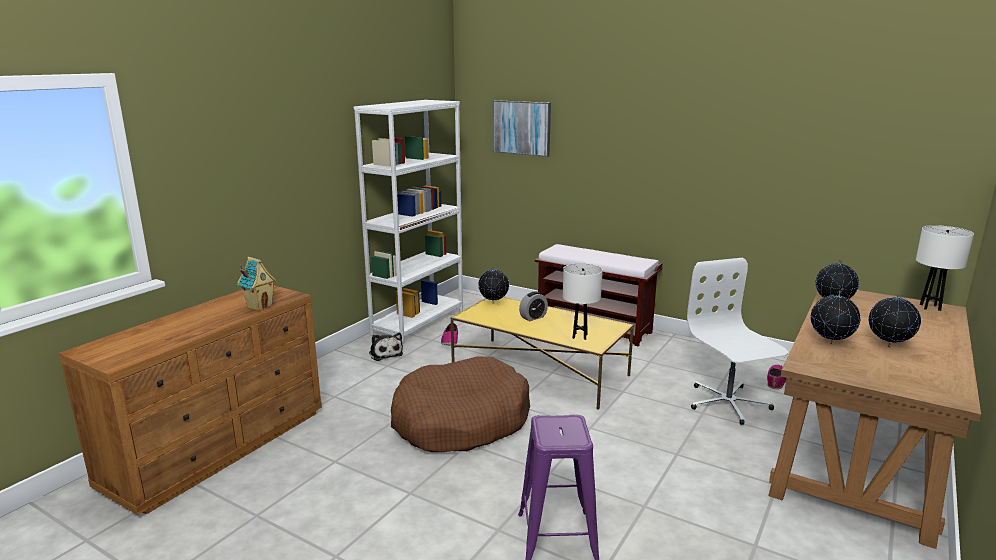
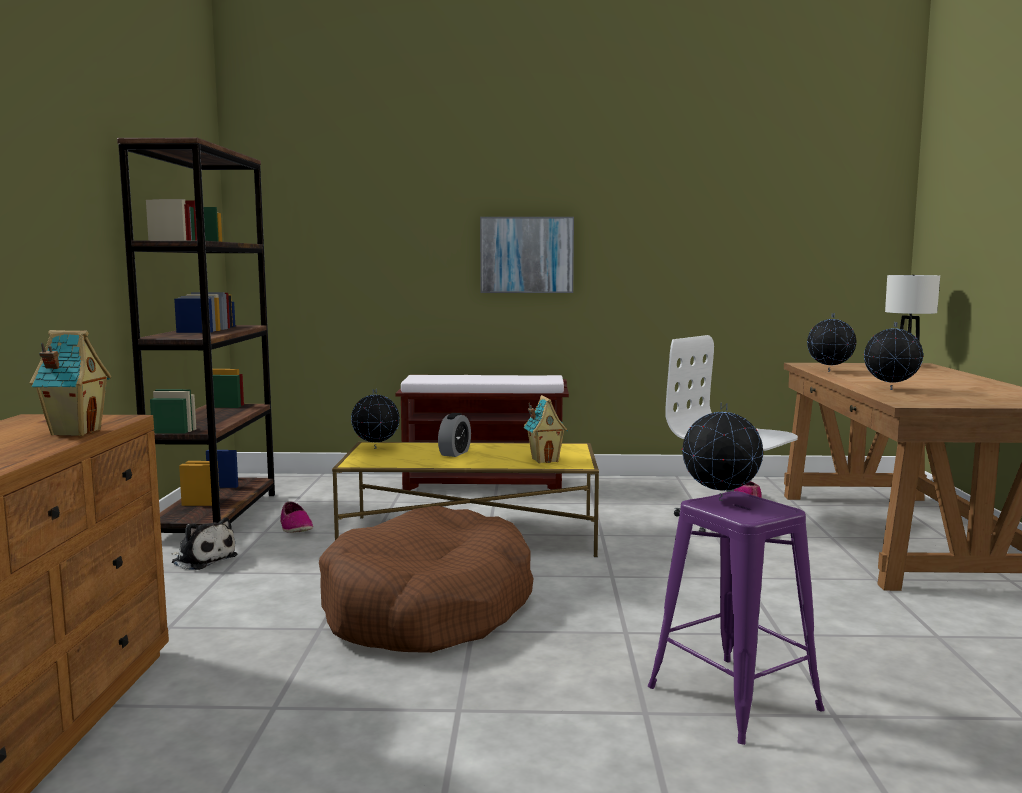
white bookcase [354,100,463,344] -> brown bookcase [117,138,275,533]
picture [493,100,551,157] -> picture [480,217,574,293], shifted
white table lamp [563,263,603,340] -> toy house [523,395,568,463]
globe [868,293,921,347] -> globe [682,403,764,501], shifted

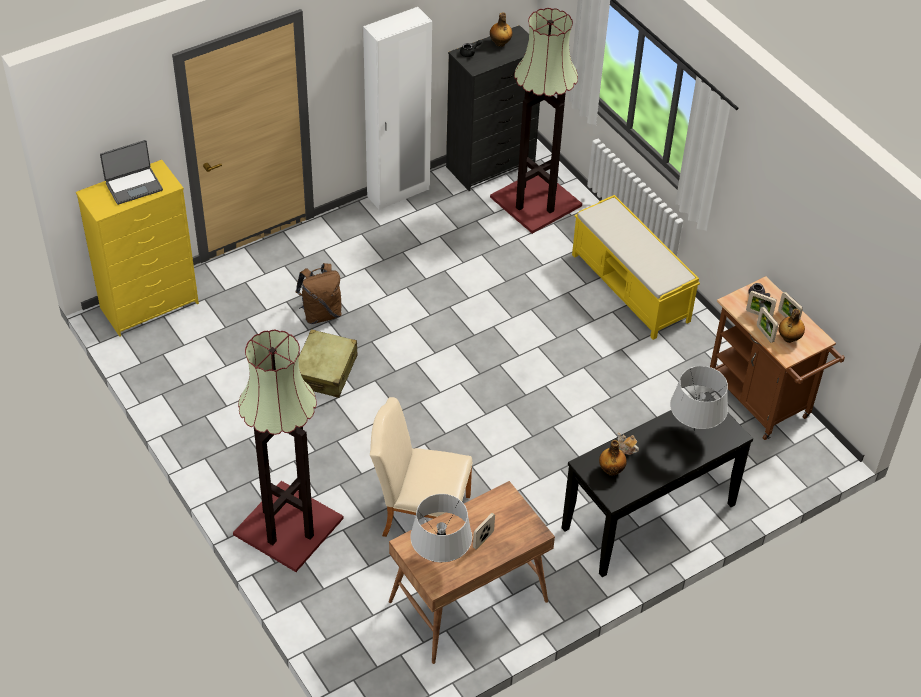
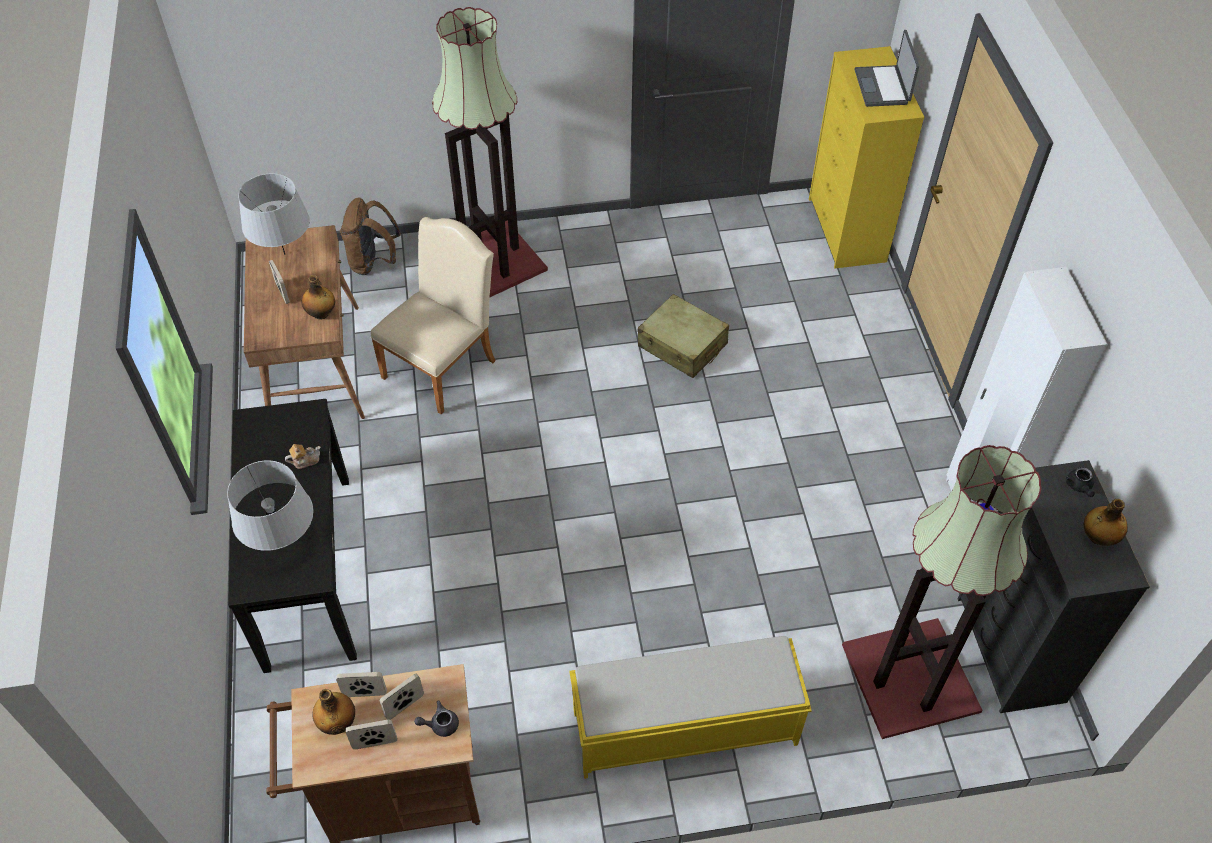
bottle [599,440,627,476] -> bottle [302,275,335,320], shifted
brown backpack [296,263,342,324] -> brown backpack [340,197,401,275], shifted

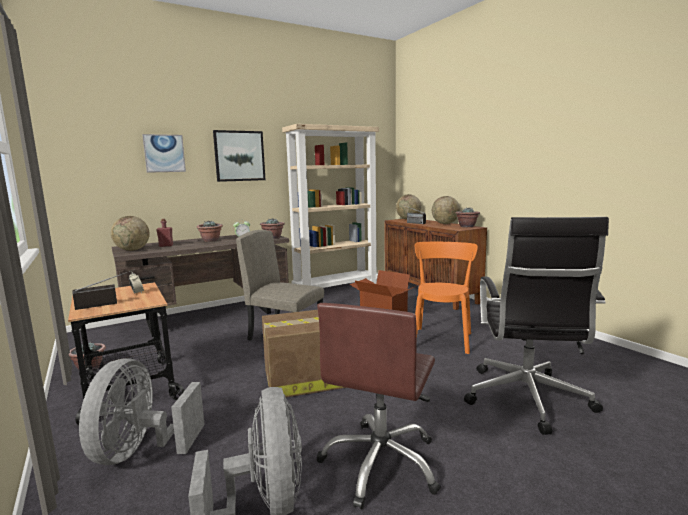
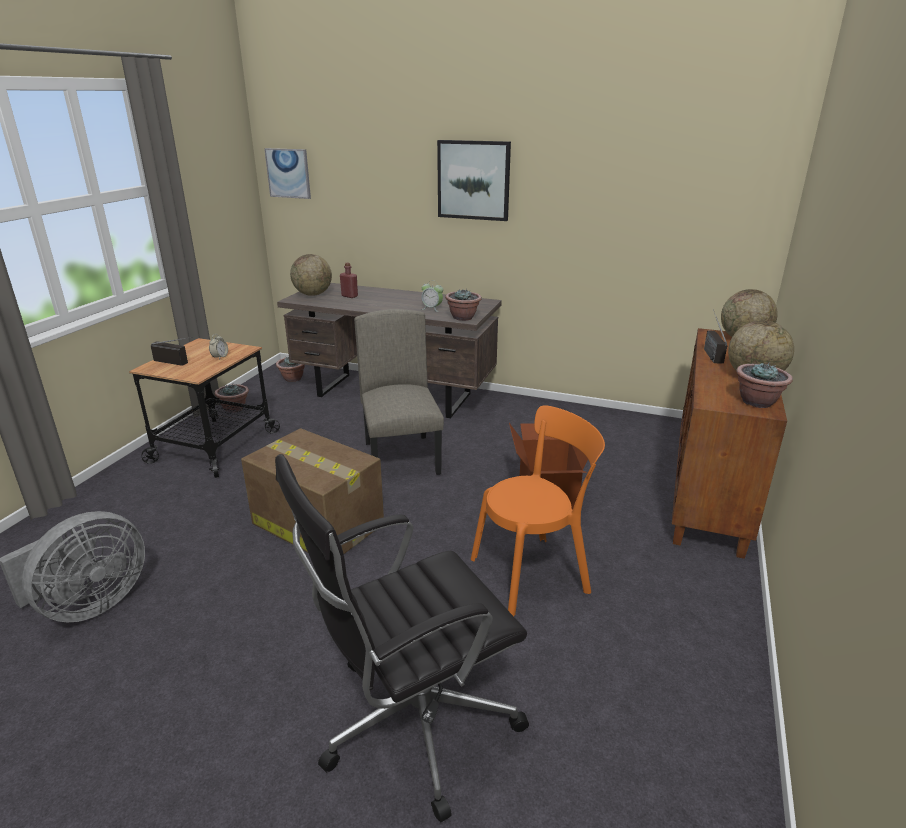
picture [142,134,186,173] -> picture [264,148,311,199], shifted
potted plant [197,221,223,242] -> potted plant [276,357,305,382], shifted
grey fan [79,358,205,465] -> none
beige bookcase [282,124,379,288] -> none
brown office chair [316,303,441,509] -> none

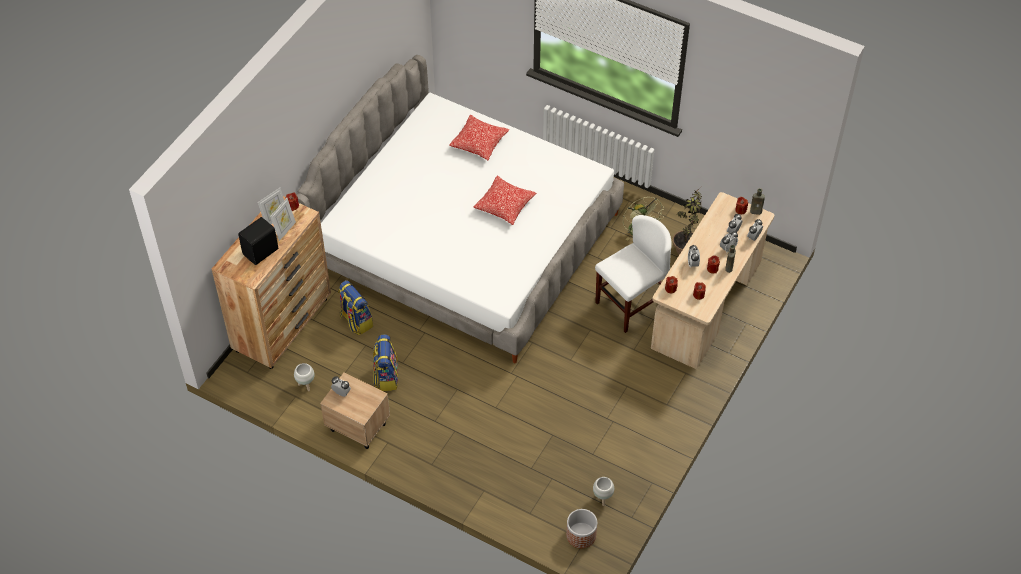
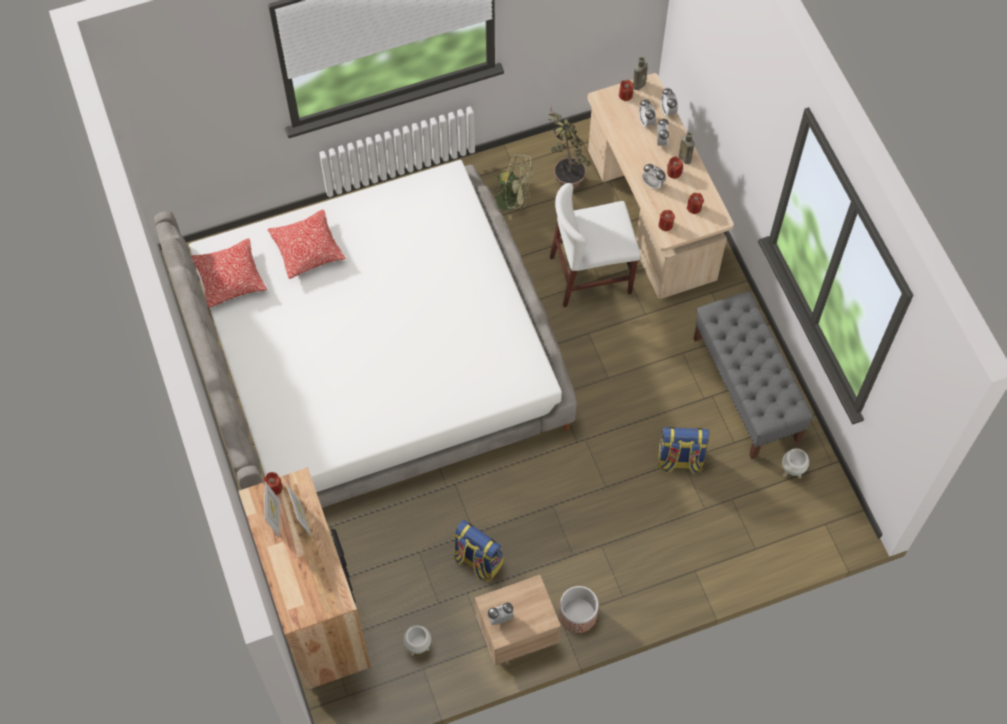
pillow [474,176,536,225] -> pillow [191,238,267,308], shifted
white chair [595,215,672,333] -> white chair [550,183,641,307], 105 degrees counterclockwise
planter [566,509,597,548] -> planter [559,586,599,633], shifted
backpack [338,280,373,335] -> backpack [658,427,710,474], shifted
none -> grey bench [693,291,813,460]
black speaker [238,217,278,265] -> none

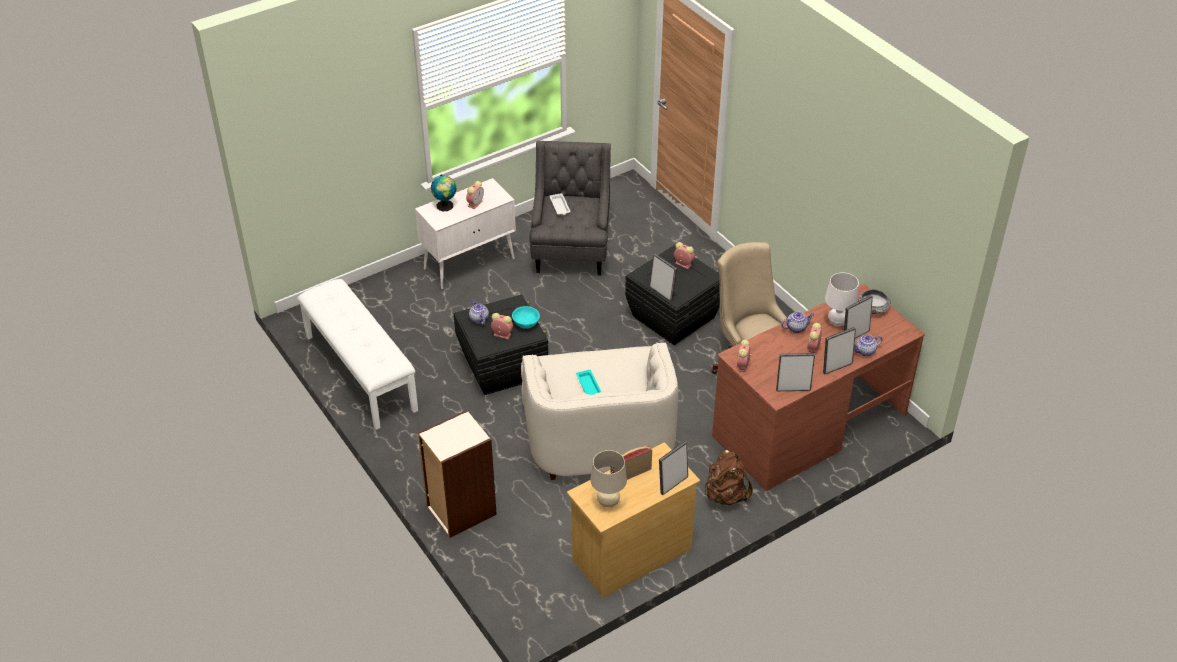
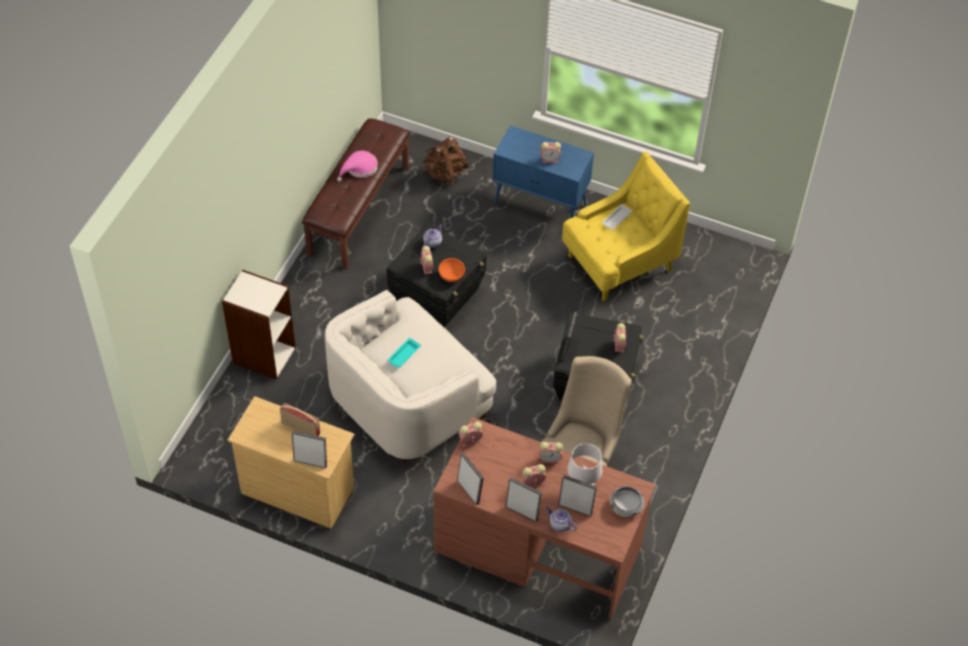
white bench [297,279,418,430] -> brown bench [302,118,410,269]
none -> pink hat [337,151,378,181]
brown backpack [705,450,753,505] -> brown backpack [423,137,469,187], shifted
turquoise bowl [512,306,540,329] -> orange bowl [438,258,465,282]
white cabinet [415,178,516,289] -> blue cabinet [493,125,594,218]
teapot [781,312,814,333] -> alarm clock [539,442,563,464]
grey armchair [529,141,611,276] -> yellow armchair [562,151,690,302]
globe [431,174,456,211] -> none
beige table lamp [590,450,627,507] -> none

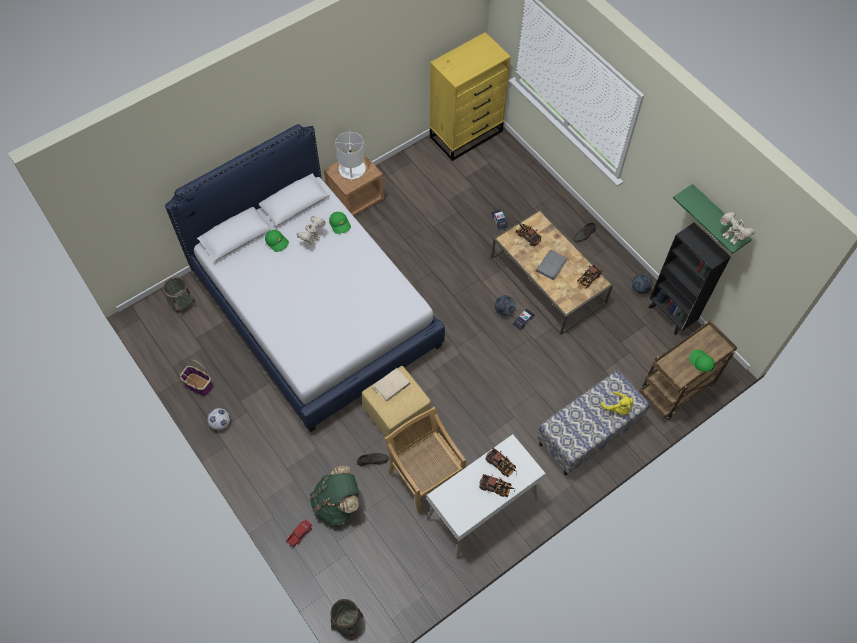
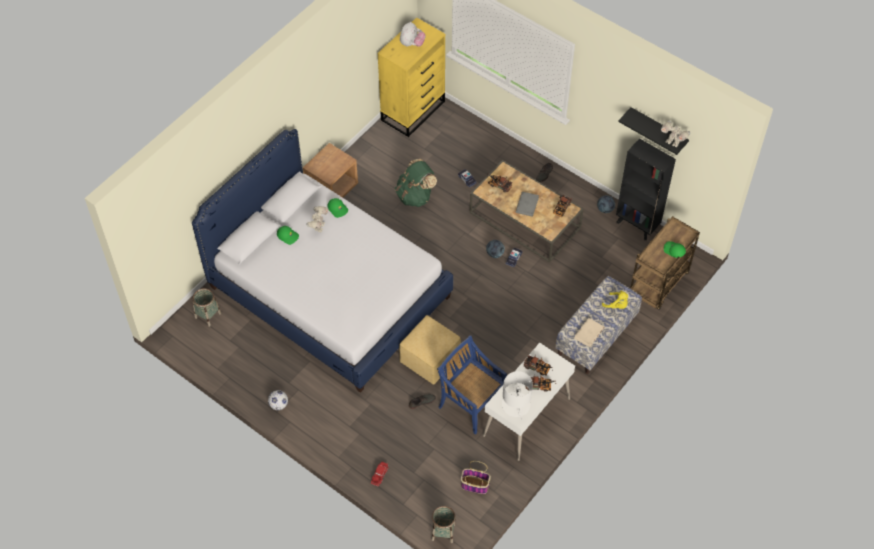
green backpack [310,466,359,526] -> green backpack [395,159,437,207], shifted
none -> plush toy [400,22,426,47]
beige chair [385,407,466,514] -> blue chair [437,335,507,435]
basket [179,359,213,396] -> basket [461,461,491,494], shifted
white table lamp [335,132,366,182] -> white table lamp [502,371,533,419], shifted
beige book [373,368,410,402] -> beige book [574,318,605,347], shifted
green shelf [673,184,752,254] -> black shelf [618,107,689,155]

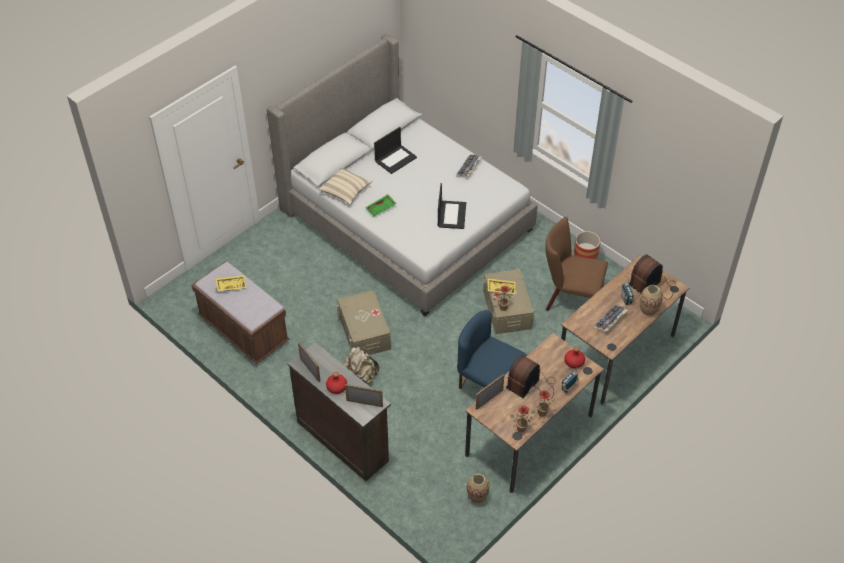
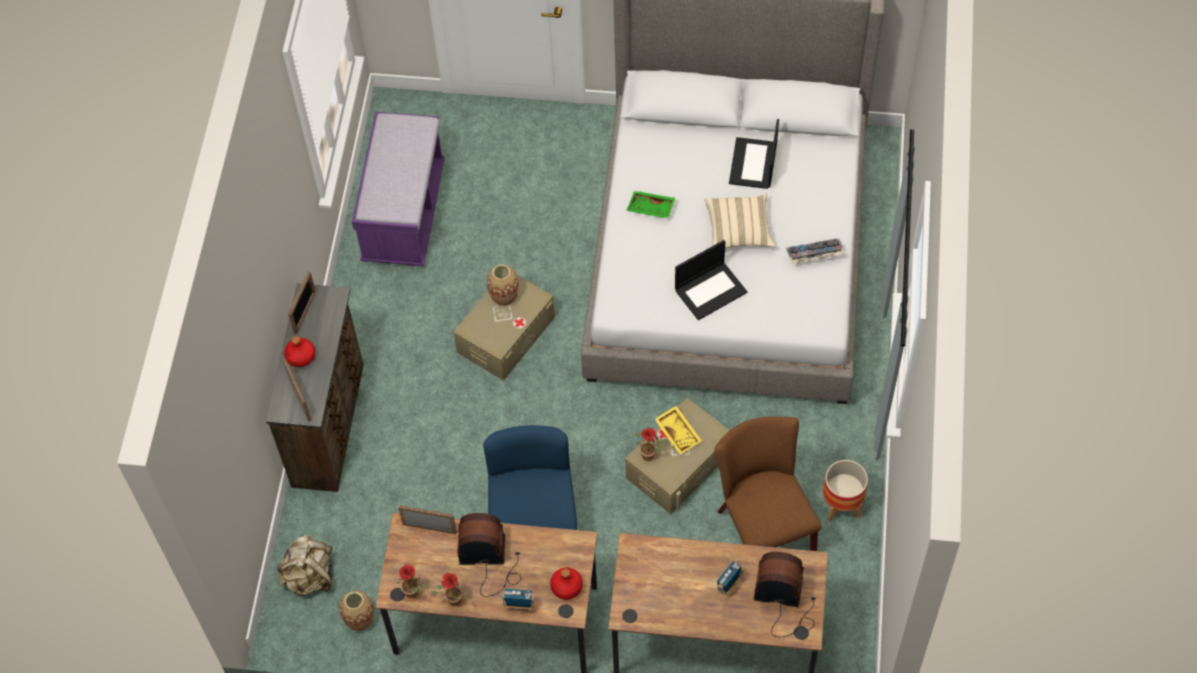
beige backpack [342,347,379,384] -> beige backpack [276,535,333,595], shifted
brown bench [192,261,289,364] -> purple bench [352,112,445,266]
vase [640,285,663,316] -> vase [487,264,519,306], shifted
beige pillow [318,167,373,205] -> beige pillow [705,194,775,248], shifted
laptop [374,127,417,174] -> laptop [729,119,779,189], 90 degrees clockwise
yellow tray [215,275,247,291] -> none
keyboard [593,305,628,332] -> none

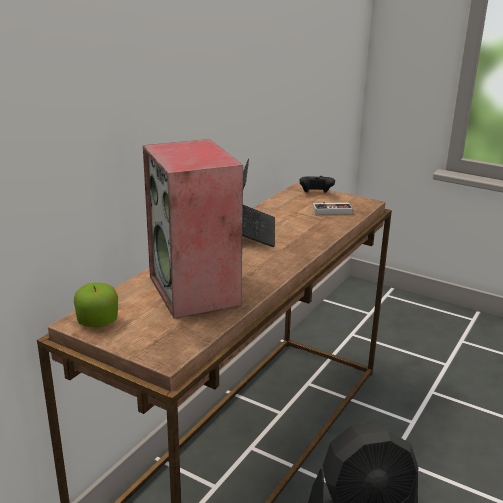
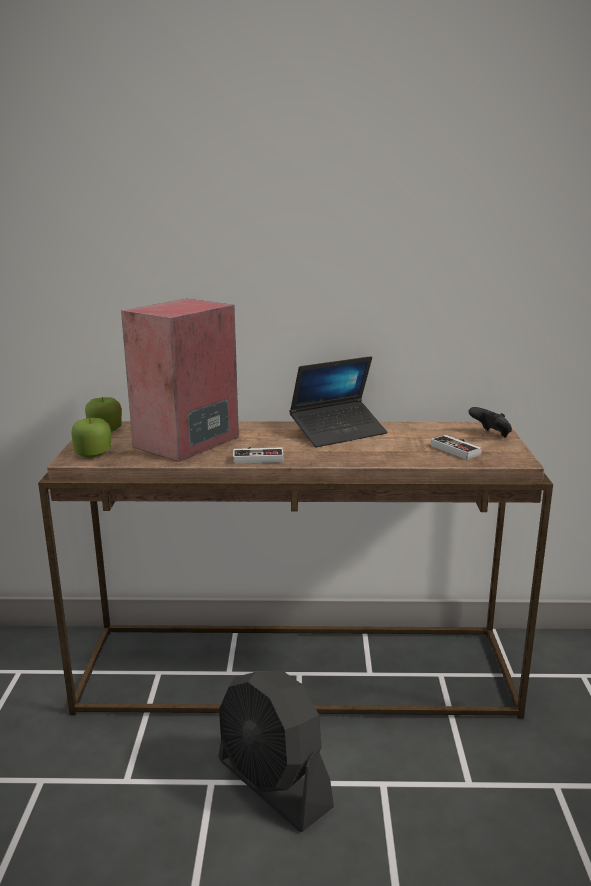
none -> apple [71,418,111,457]
none -> game controller [233,447,284,464]

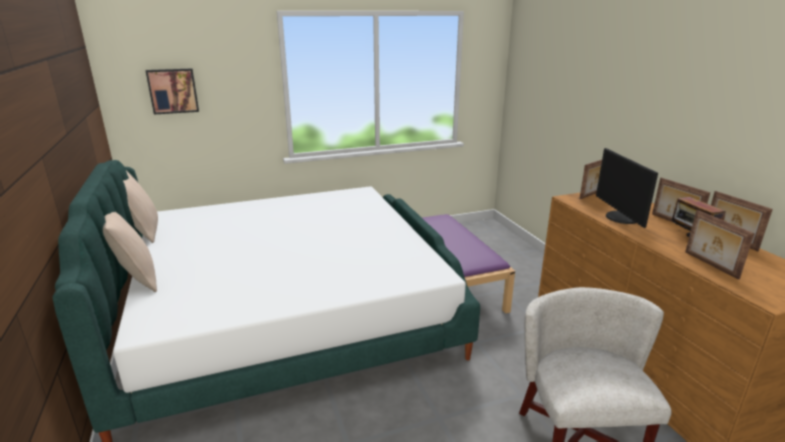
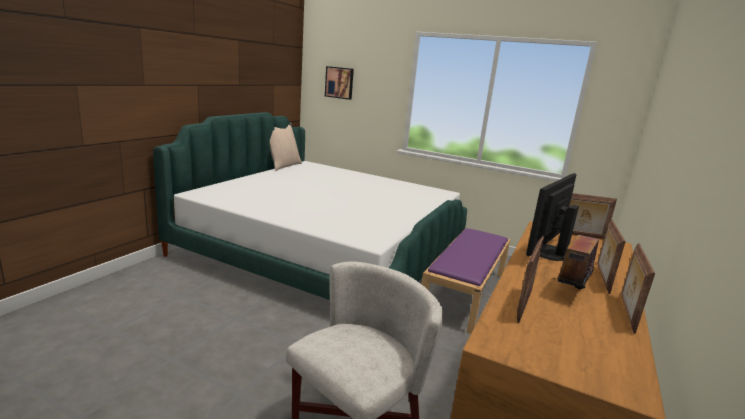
beige pillow [103,212,157,292] -> none

